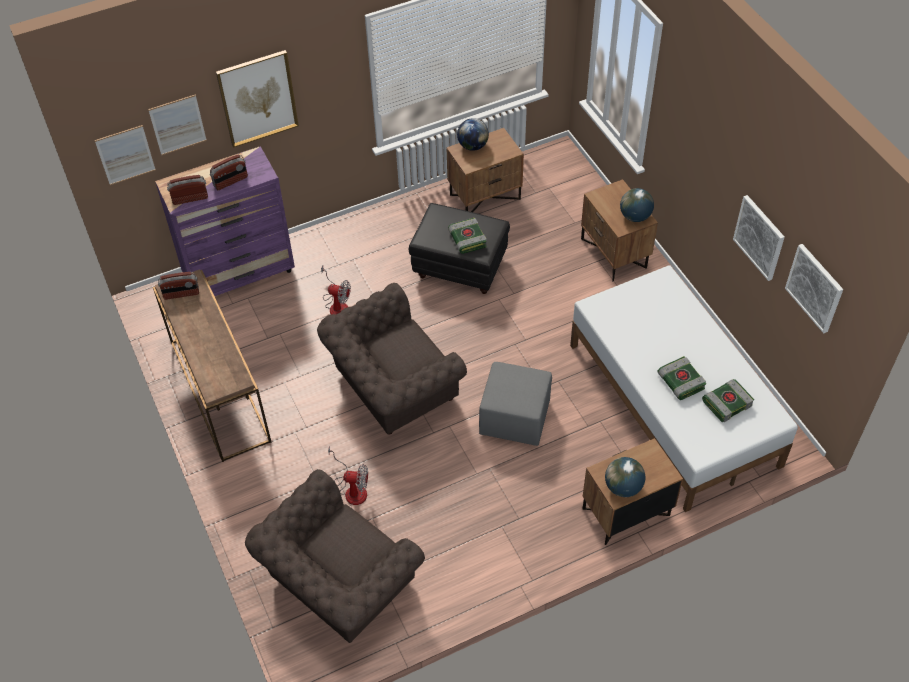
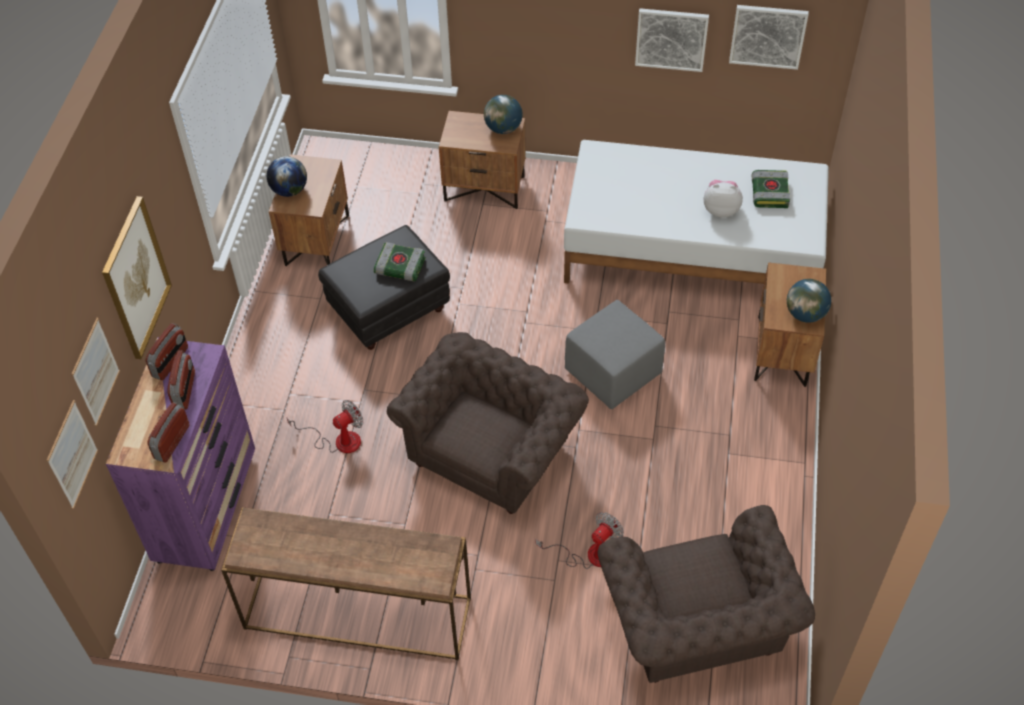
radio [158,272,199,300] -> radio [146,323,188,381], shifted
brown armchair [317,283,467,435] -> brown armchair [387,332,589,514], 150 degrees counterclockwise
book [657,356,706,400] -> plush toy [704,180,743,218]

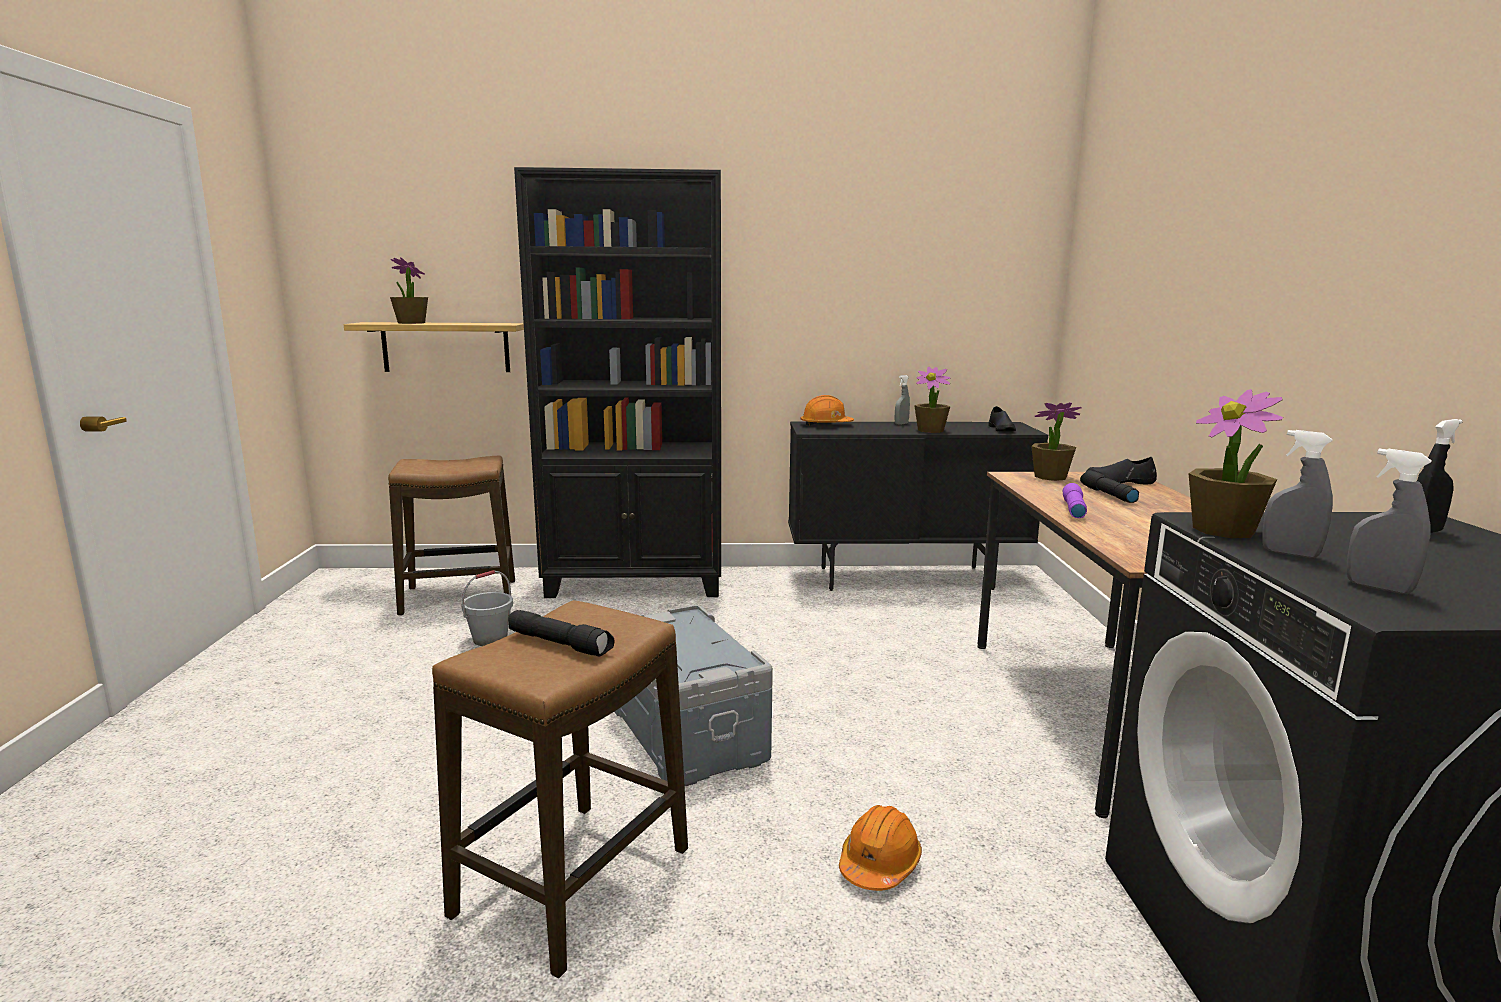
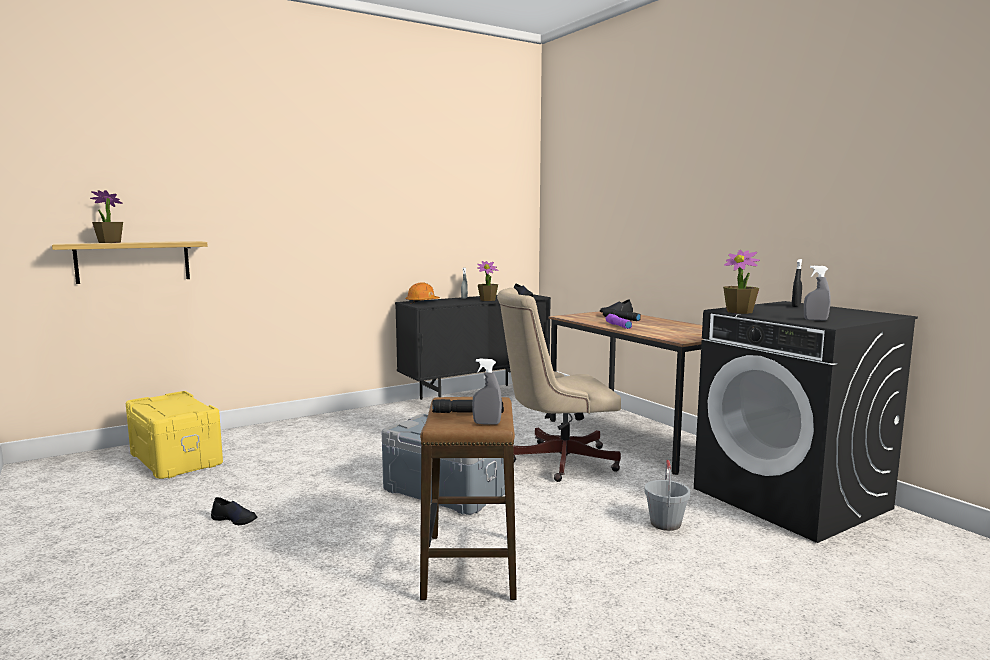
stool [388,456,515,616] -> yellow storage box [126,391,223,479]
none -> black shoe [211,497,257,525]
grey spray bottle [1263,430,1333,558] -> grey spray bottle [472,359,502,425], shifted
none -> beige office chair [497,288,621,482]
grey bucket [461,570,513,646] -> grey bucket [644,460,691,531], shifted
black bookcase [514,167,721,598] -> none
orange hard hat [839,805,922,891] -> none
potted plant [1031,402,1081,481] -> none

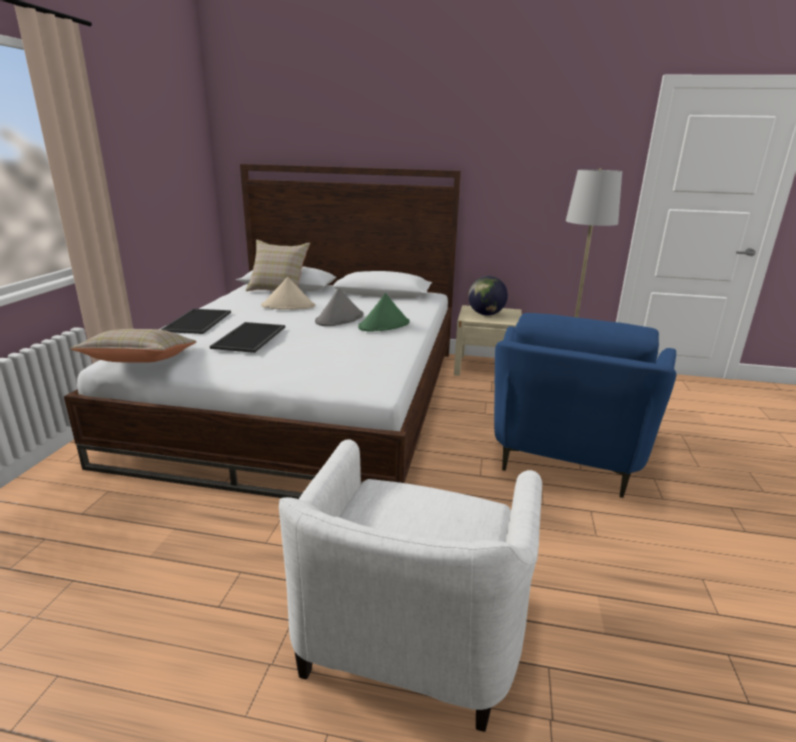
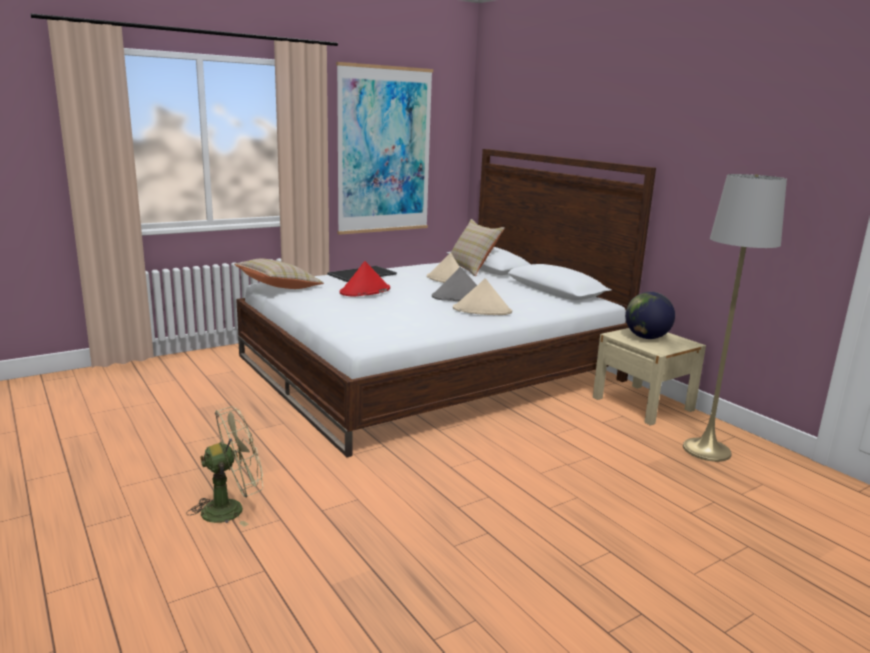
white armchair [279,440,542,732] -> green fan [186,407,263,527]
none -> picture [336,62,433,235]
tray [210,322,285,353] -> red hat [340,261,390,296]
green hat [358,293,410,332] -> beige hat [453,279,512,315]
blue armchair [494,313,676,498] -> none

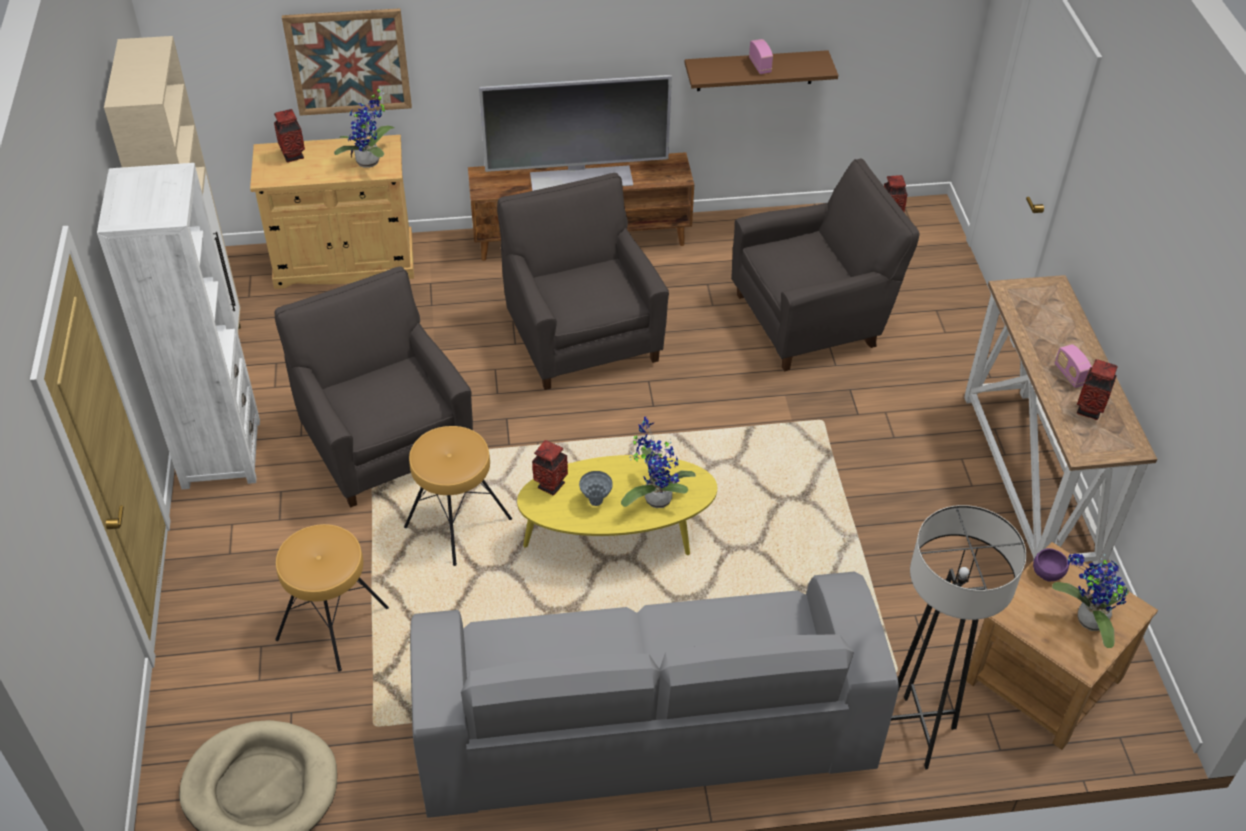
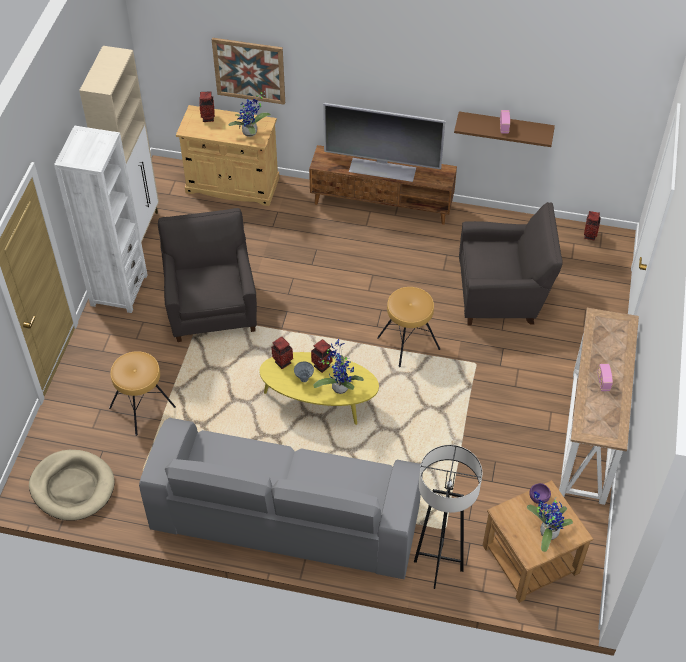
vase [1077,359,1118,420] -> vase [311,339,333,373], shifted
brown stool [404,426,512,566] -> brown stool [377,287,440,367], shifted
grey armchair [497,173,669,390] -> none

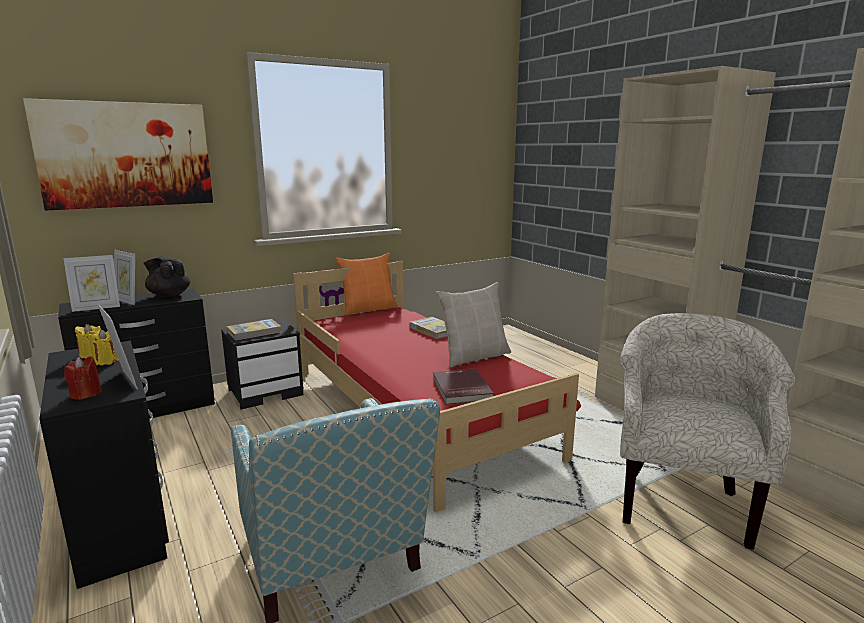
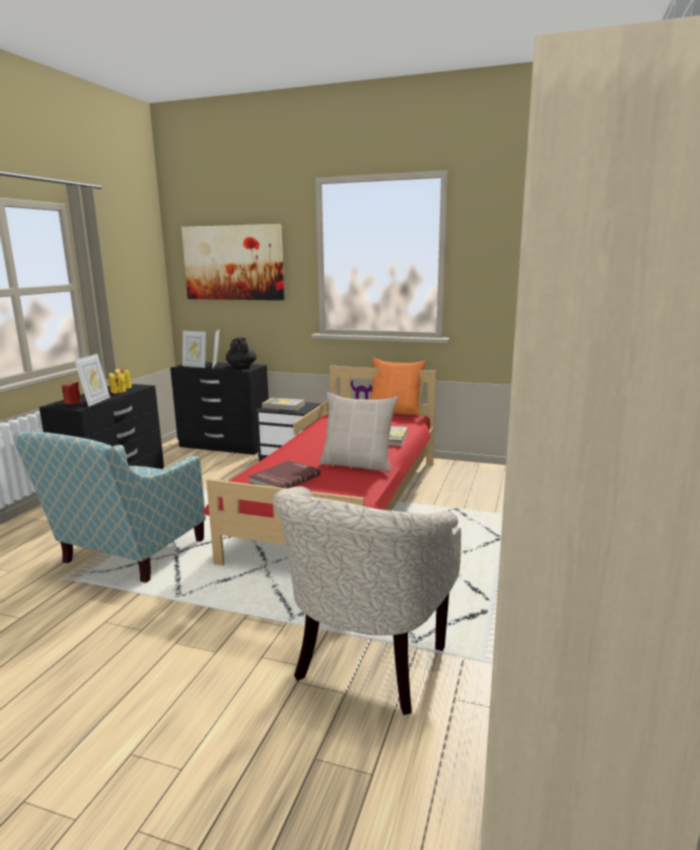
beige armchair [620,313,795,550] -> beige armchair [273,486,461,715], 135 degrees clockwise

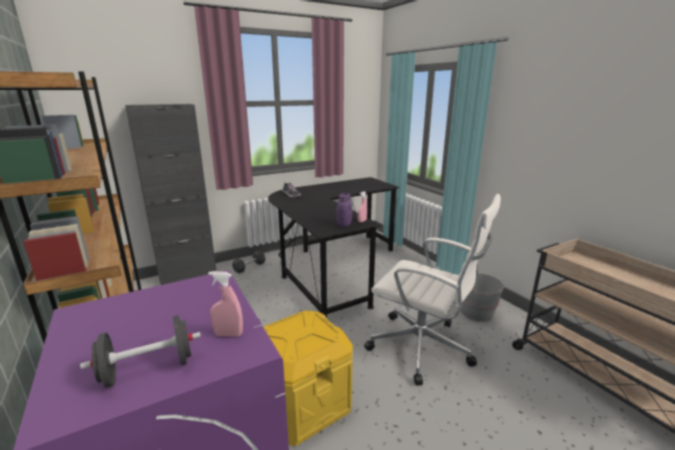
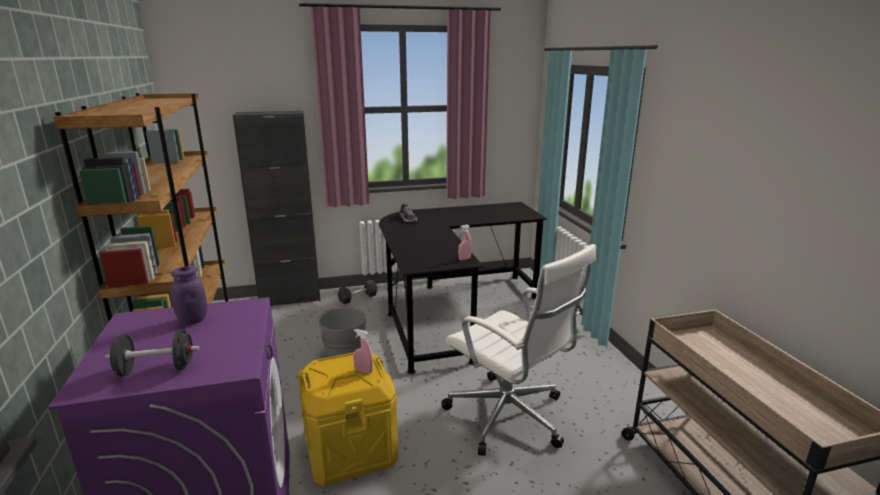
purple jar [336,193,352,227] -> purple jar [171,266,207,325], shifted
grey bucket [461,273,504,322] -> grey bucket [316,308,366,357], shifted
pink spray bottle [208,271,243,337] -> pink spray bottle [353,329,373,373], shifted

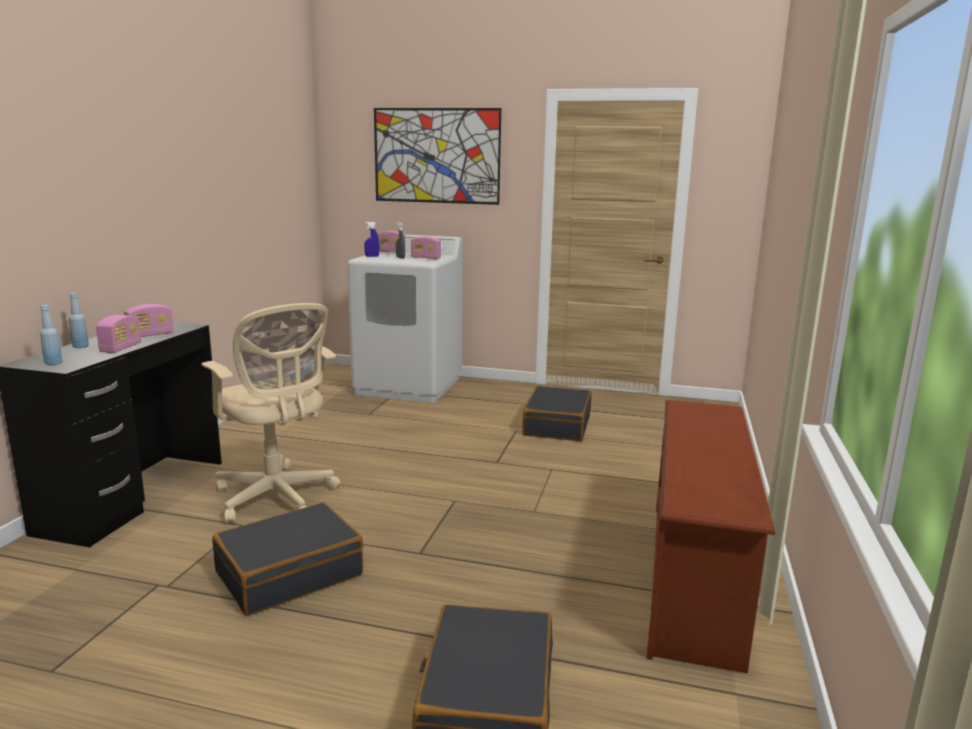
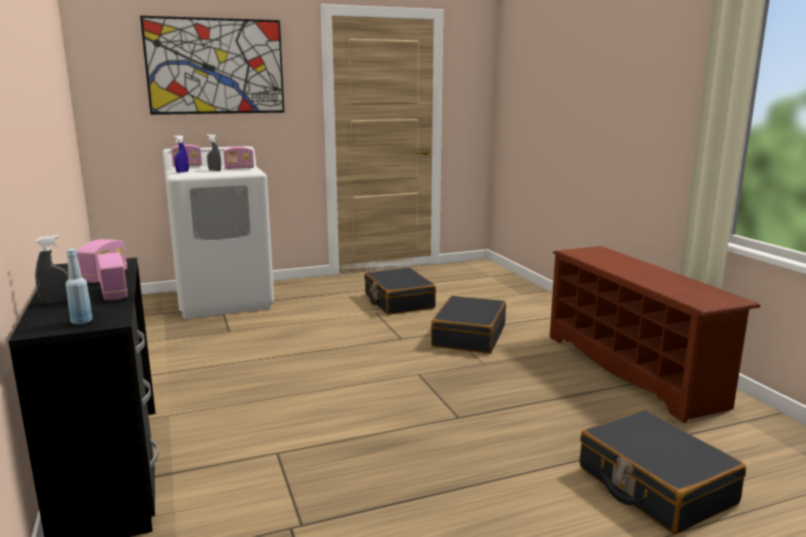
blue bottle [69,293,89,348] -> grey spray bottle [35,235,69,305]
black suitcase [212,503,363,616] -> black suitcase [431,296,506,354], shifted
beige office chair [201,303,341,524] -> none

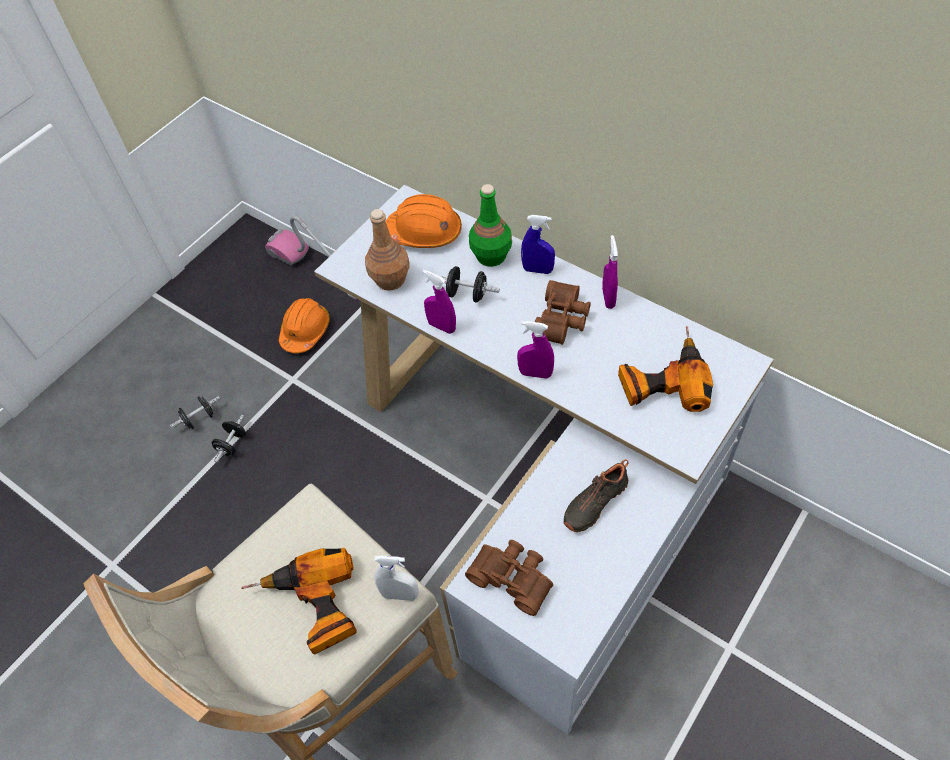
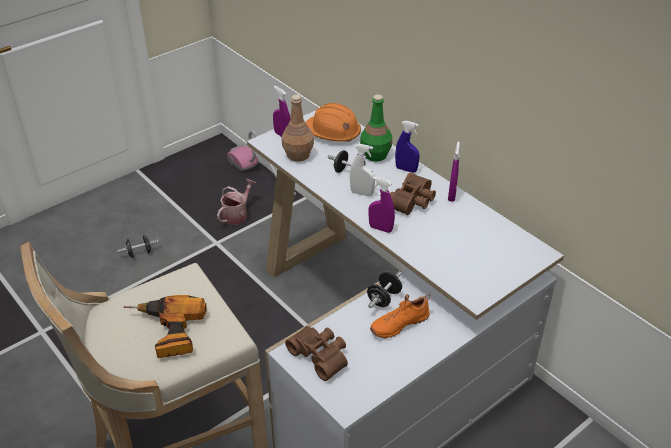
orange hard hat [279,298,330,353] -> watering can [217,179,256,225]
purple spray bottle [422,270,456,334] -> purple spray bottle [273,86,290,137], shifted
white spray bottle [374,556,419,601] -> white spray bottle [350,144,375,196], shifted
black dumbbell [211,415,246,463] -> black dumbbell [367,272,402,308], shifted
black shoe [563,459,629,532] -> orange shoe [370,294,430,338]
power drill [618,326,713,412] -> none

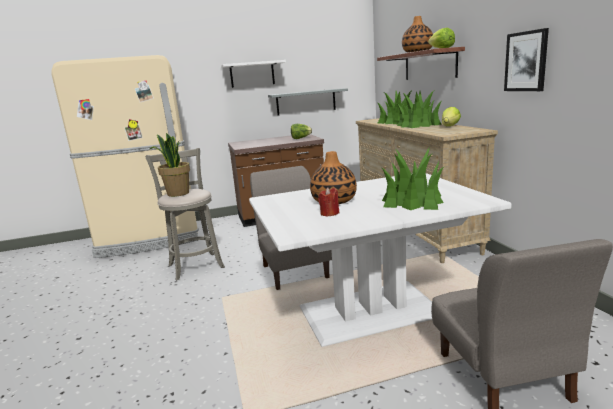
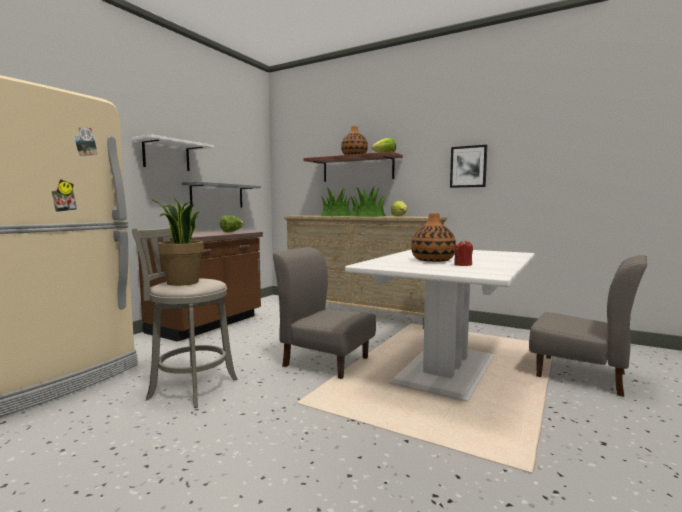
potted plant [381,147,445,210] -> none

